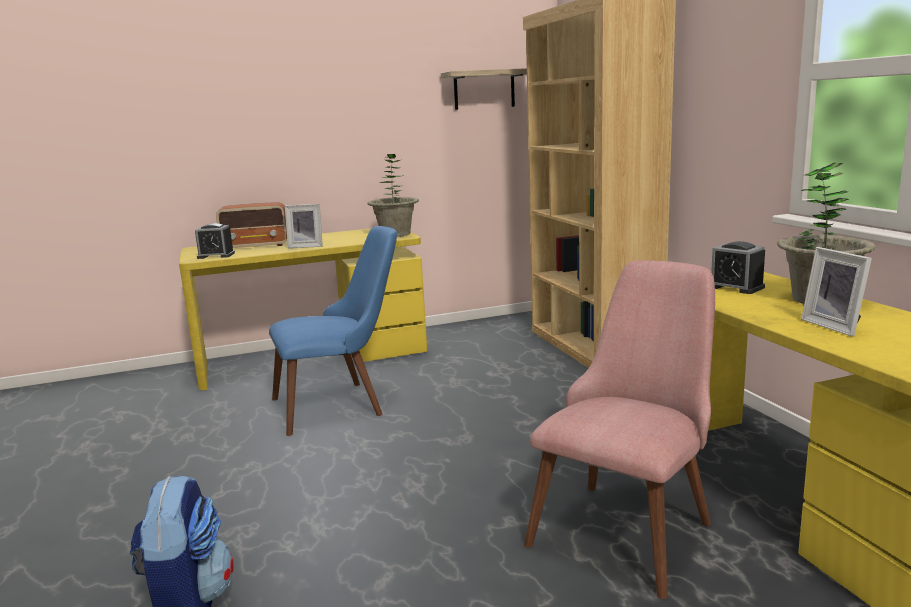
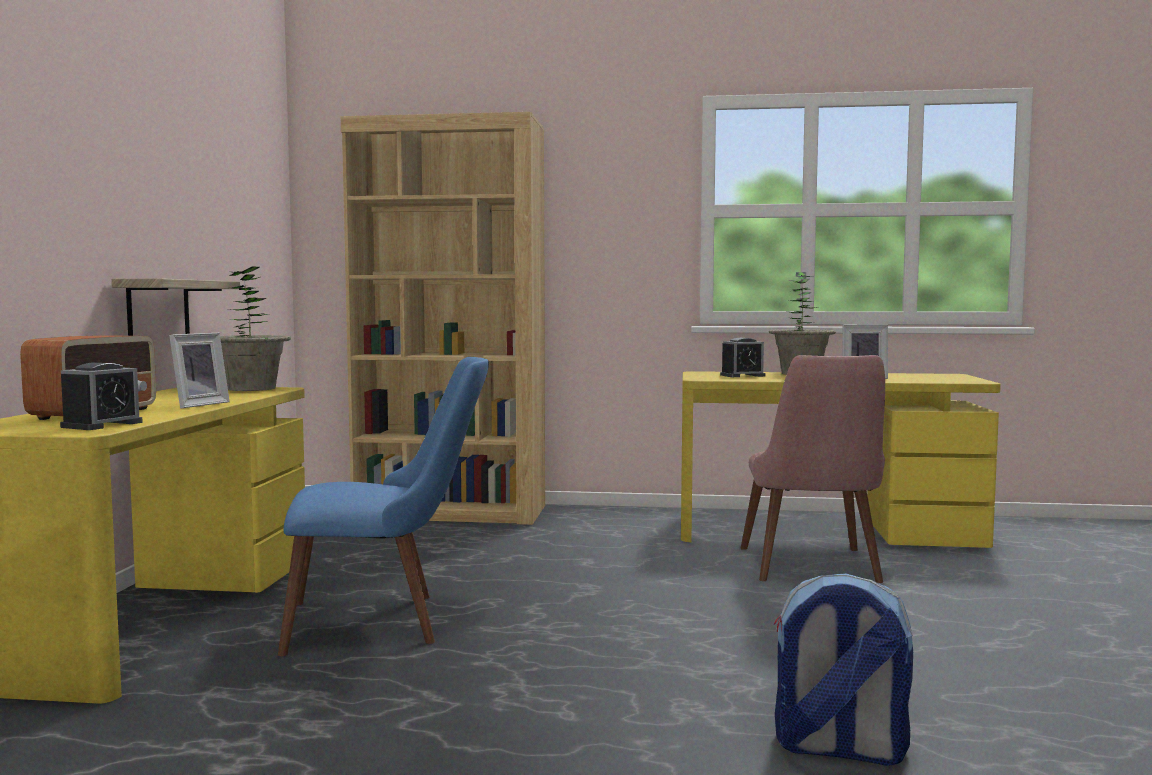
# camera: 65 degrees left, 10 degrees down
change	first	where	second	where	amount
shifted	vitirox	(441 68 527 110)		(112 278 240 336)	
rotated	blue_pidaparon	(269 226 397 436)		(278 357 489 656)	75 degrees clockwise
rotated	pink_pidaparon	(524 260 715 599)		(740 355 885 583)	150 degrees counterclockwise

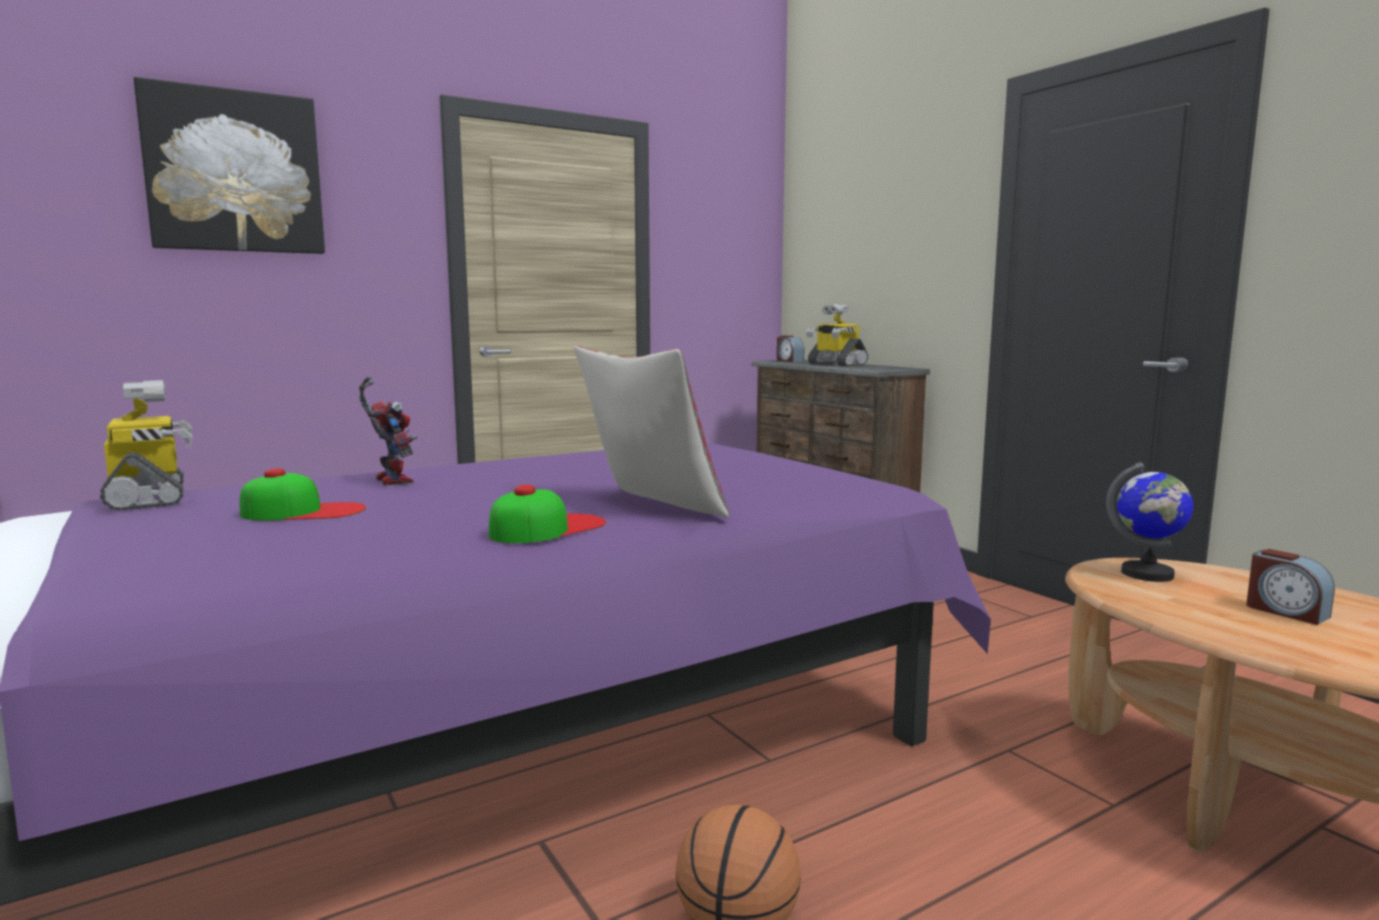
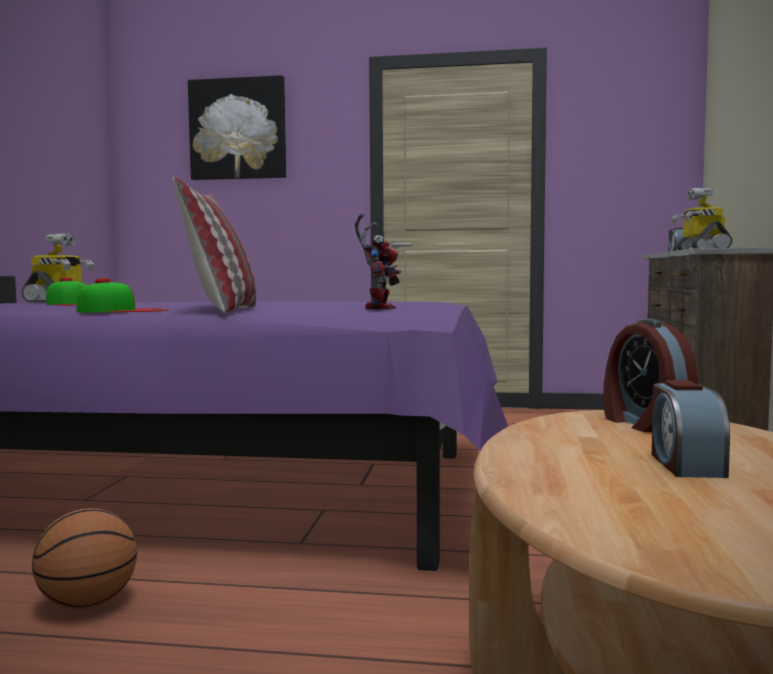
# camera: 40 degrees right, 5 degrees down
change	first	where	second	where	amount
shifted	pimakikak	(359 376 417 486)		(355 214 401 310)	
swapped	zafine	(1106 462 1193 582)	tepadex	(603 319 698 432)	

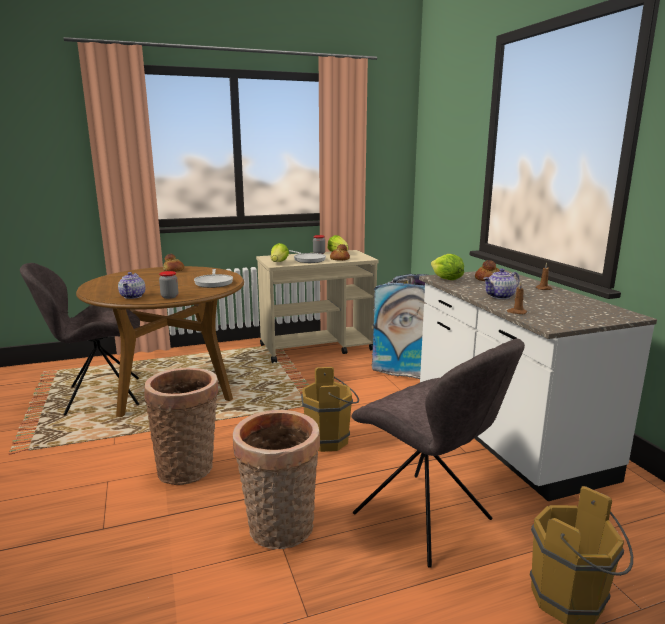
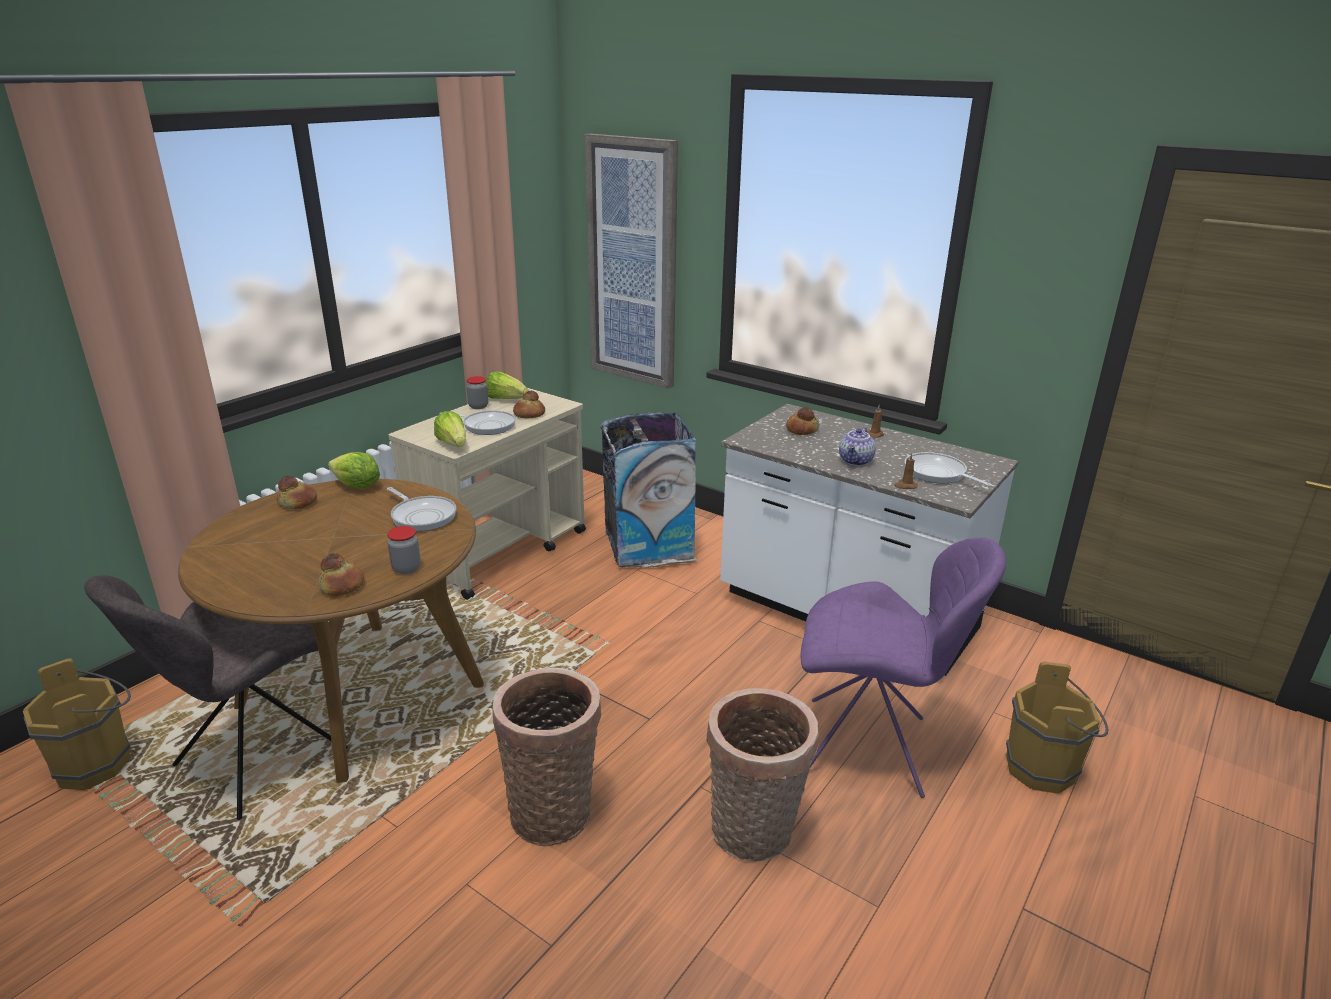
# camera: 35 degrees left, 10 degrees up
change	first	where	second	where	amount
new			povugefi	(585 134 678 389)	
new			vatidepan	(904 452 992 487)	
shifted	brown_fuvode	(301 367 359 452)		(23 658 131 790)	
shifted	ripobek	(431 254 464 280)		(328 452 380 489)	
swapped	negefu	(118 272 145 299)	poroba	(318 553 364 596)	
repainted	grey_pidaparon	(351 338 525 568)	purple_pidaparon	(800 538 1007 798)	

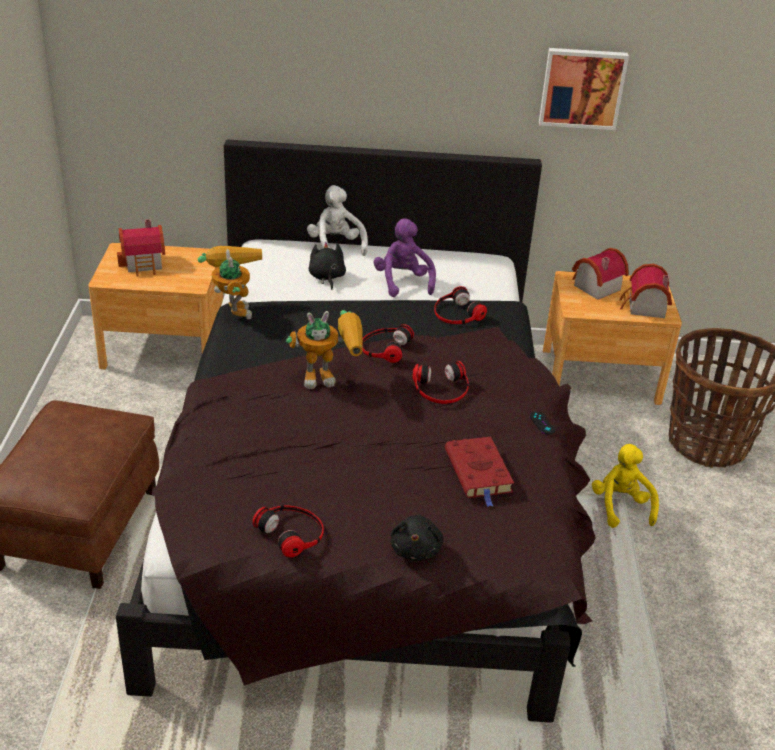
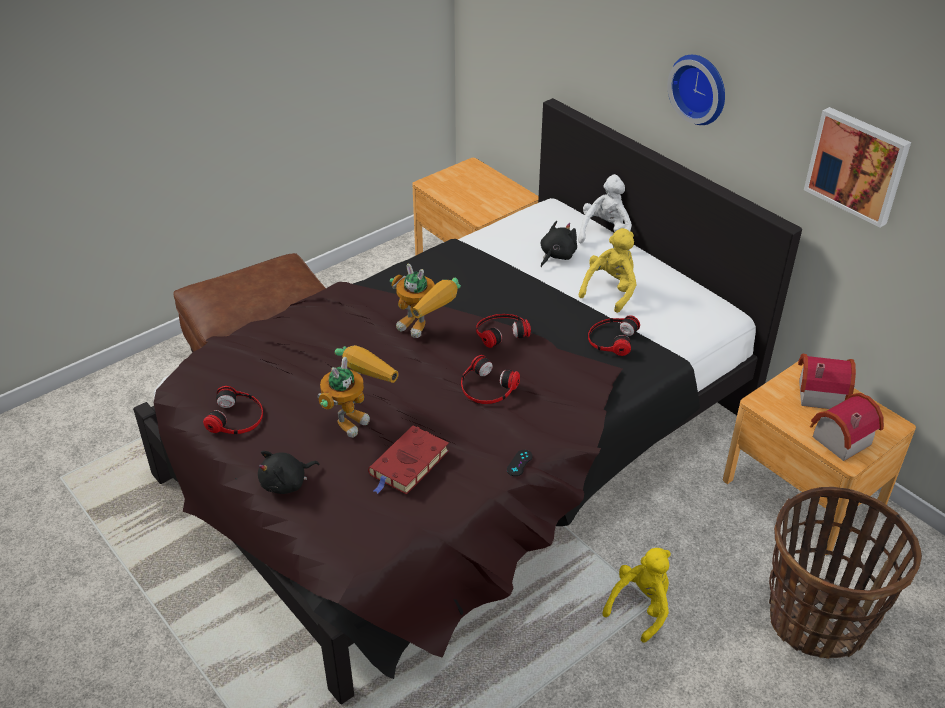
# camera: 50 degrees right, 5 degrees up
change	first	where	second	where	amount
gone	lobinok	(117 219 165 277)			
new			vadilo	(667 55 725 125)	
shifted	pimakikak	(198 246 262 319)		(317 345 399 438)	
repainted	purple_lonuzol	(374 218 436 297)	yellow_lonuzol	(579 228 637 313)	

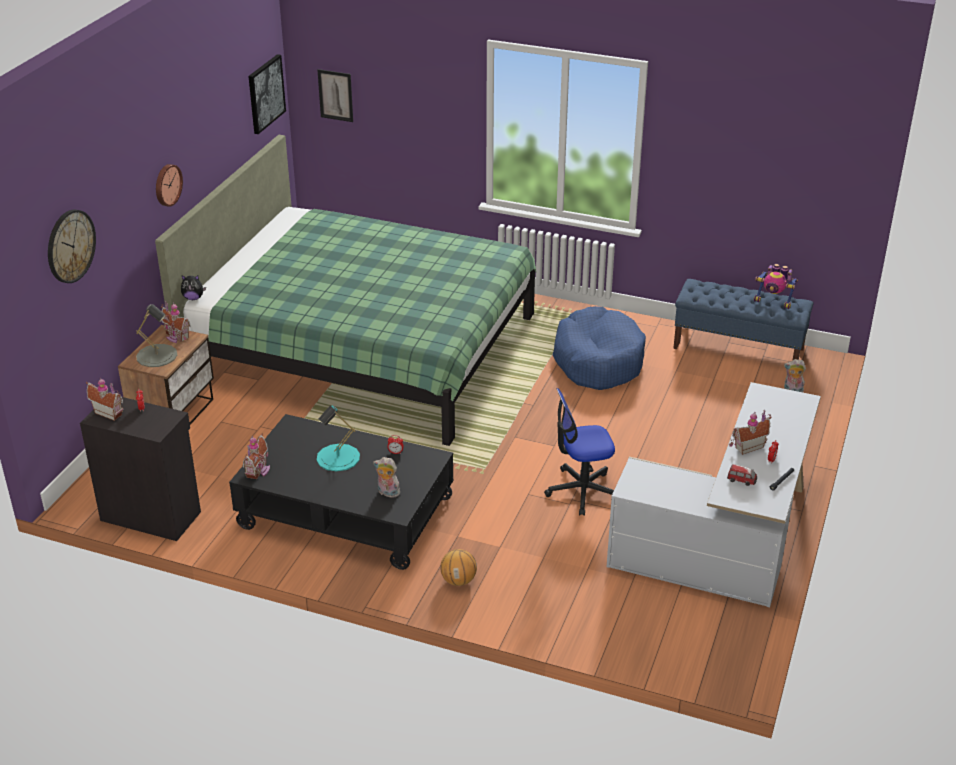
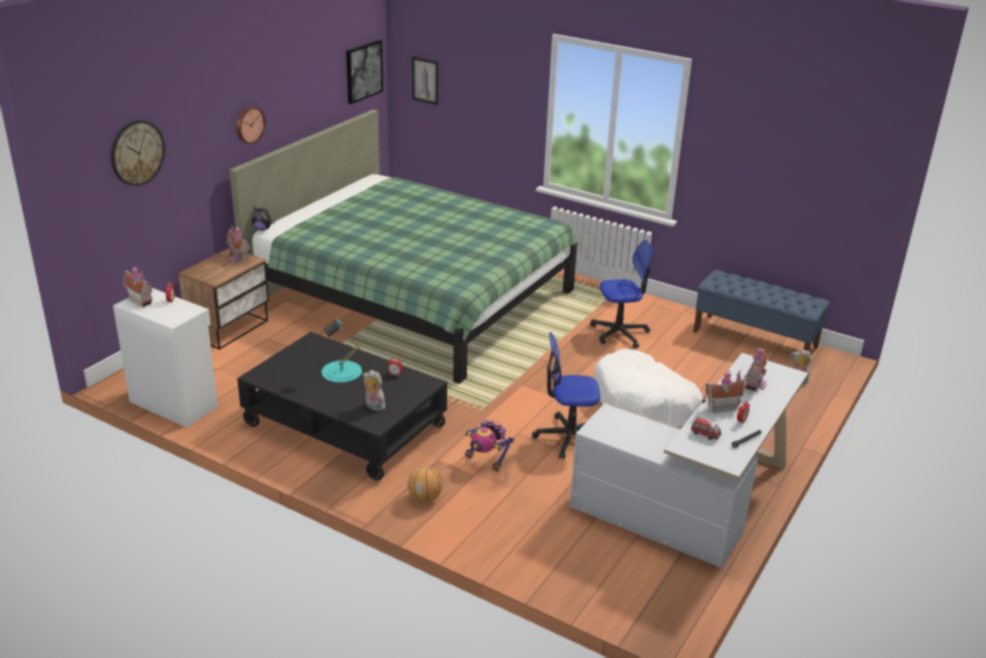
# camera: 10 degrees right, 5 degrees down
change	first	where	second	where	amount
gone	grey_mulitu	(136 304 177 367)			
new			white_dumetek	(594 349 703 427)	
shifted	lobinok	(243 434 270 479)		(745 347 767 391)	
shifted	pimakikak	(754 264 798 309)		(465 419 514 471)	
swapped	blue_dumetek	(552 306 646 390)	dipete	(590 240 655 348)	
repainted	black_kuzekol	(80 397 201 541)	white_kuzekol	(113 288 218 428)	

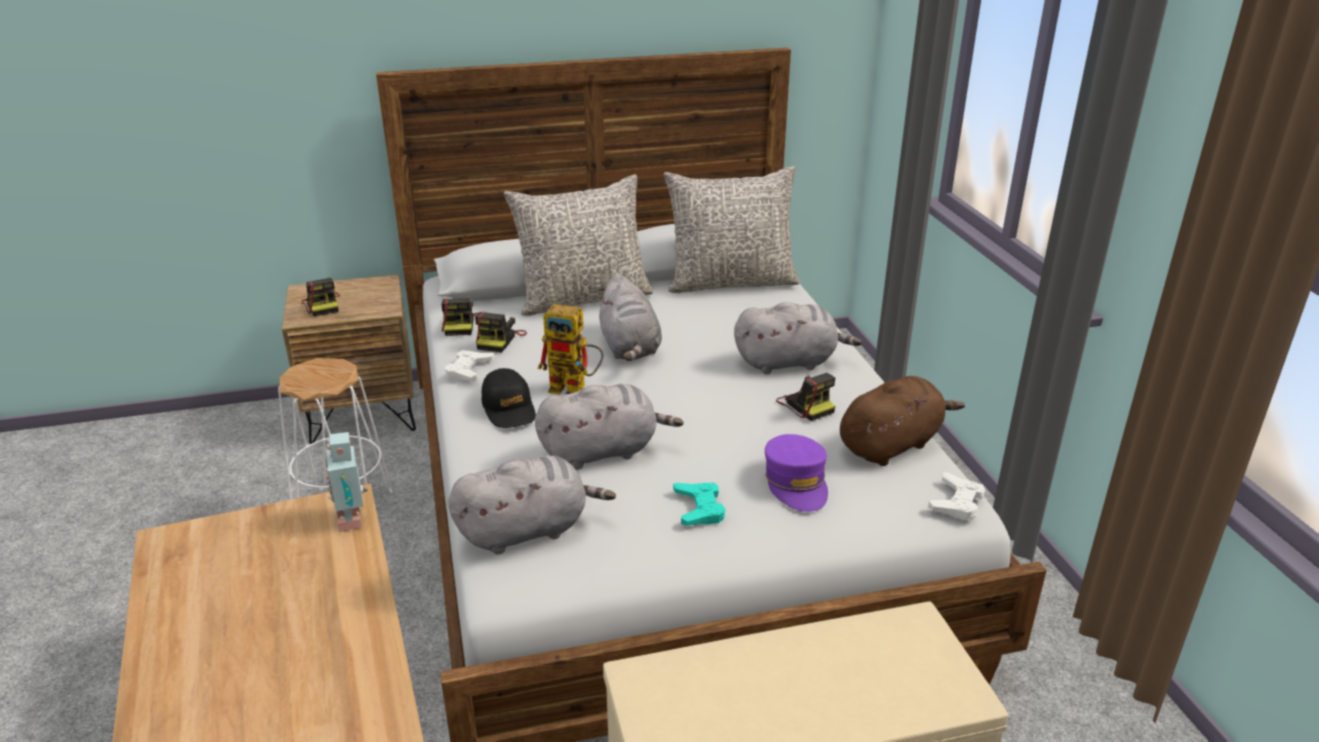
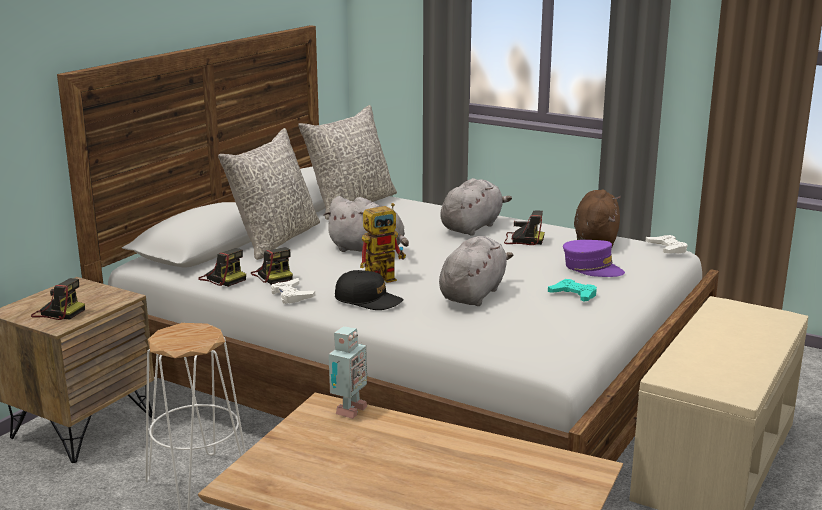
# camera: 45 degrees left, 10 degrees down
change	first	where	second	where	amount
gone	grey_lonuzol	(448 455 616 555)			
rotated	pimakikak	(325 432 368 532)		(329 326 367 419)	90 degrees counterclockwise

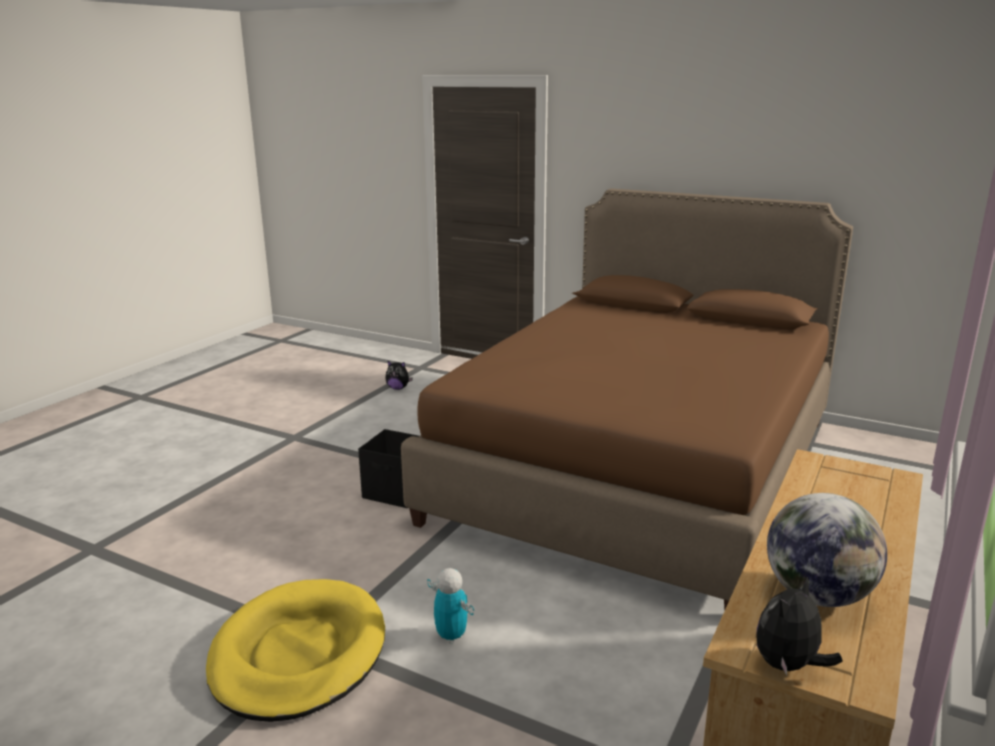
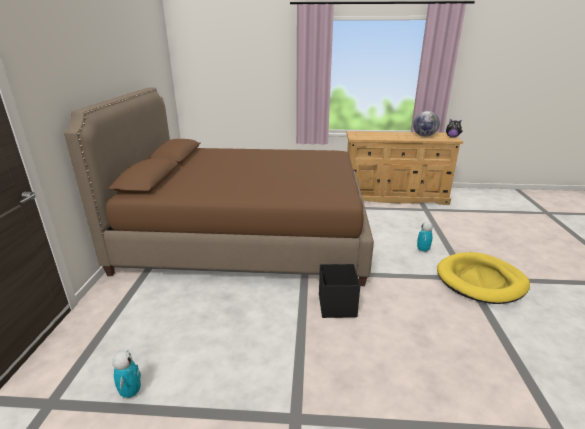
# camera: 115 degrees left, 5 degrees up
change	first	where	second	where	amount
swapped	lonuzol	(385 361 413 390)	pimakikak	(112 351 141 399)	

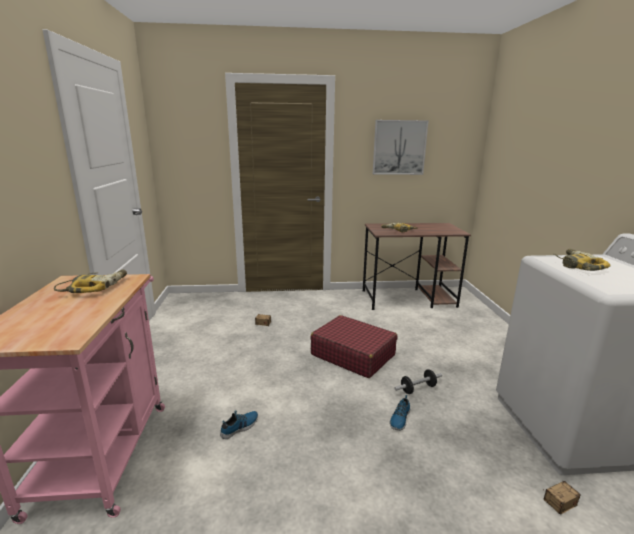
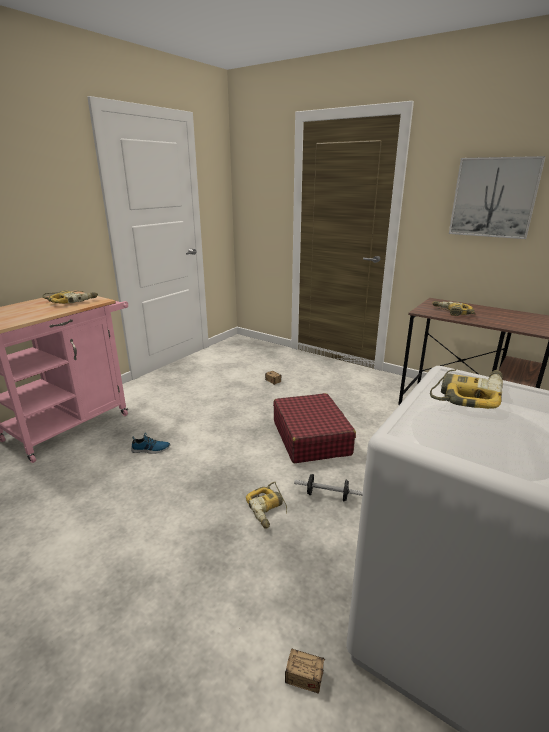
# camera: 40 degrees right, 5 degrees up
change	first	where	second	where	amount
swapped	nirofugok	(390 395 410 431)	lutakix	(246 482 287 529)	

